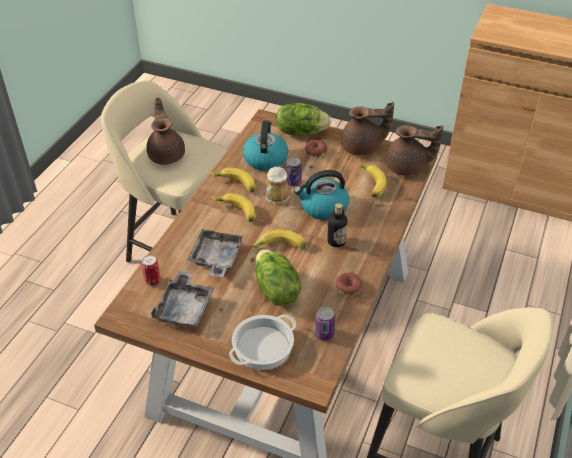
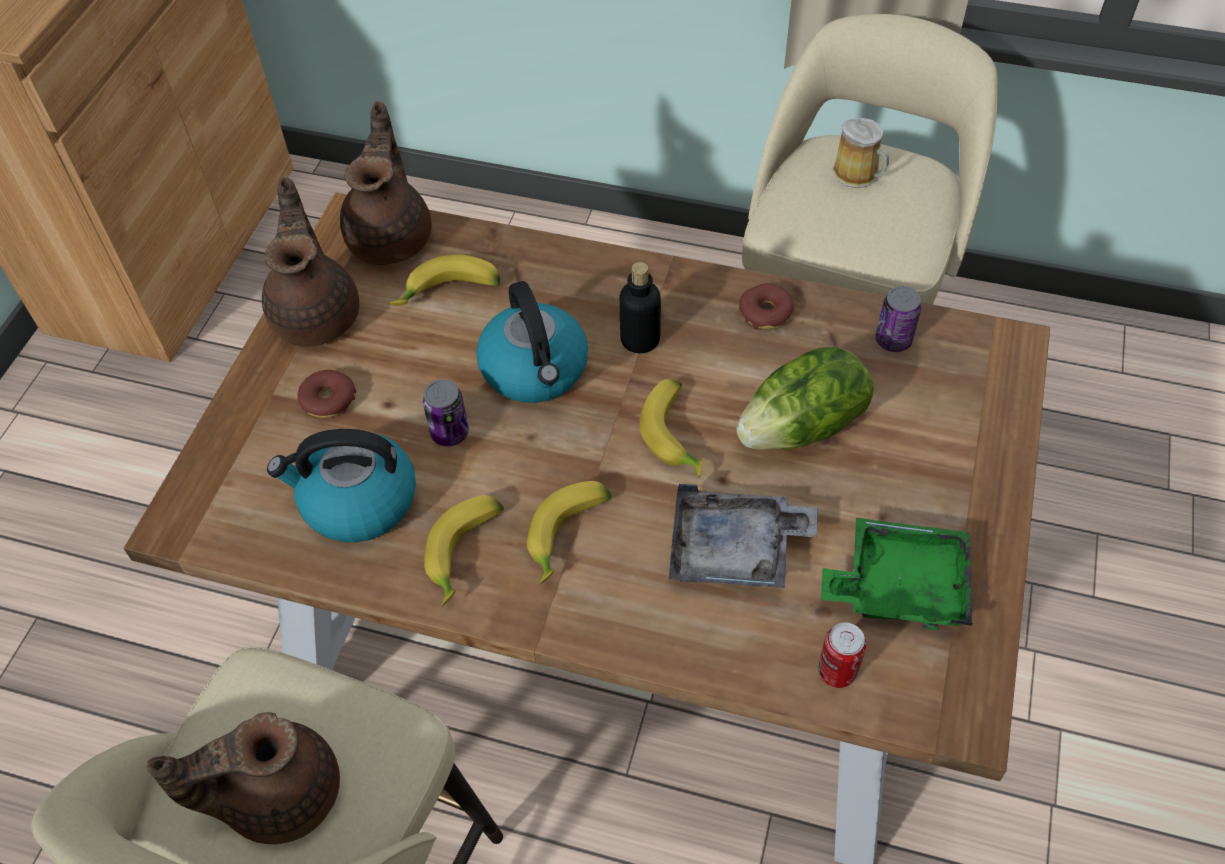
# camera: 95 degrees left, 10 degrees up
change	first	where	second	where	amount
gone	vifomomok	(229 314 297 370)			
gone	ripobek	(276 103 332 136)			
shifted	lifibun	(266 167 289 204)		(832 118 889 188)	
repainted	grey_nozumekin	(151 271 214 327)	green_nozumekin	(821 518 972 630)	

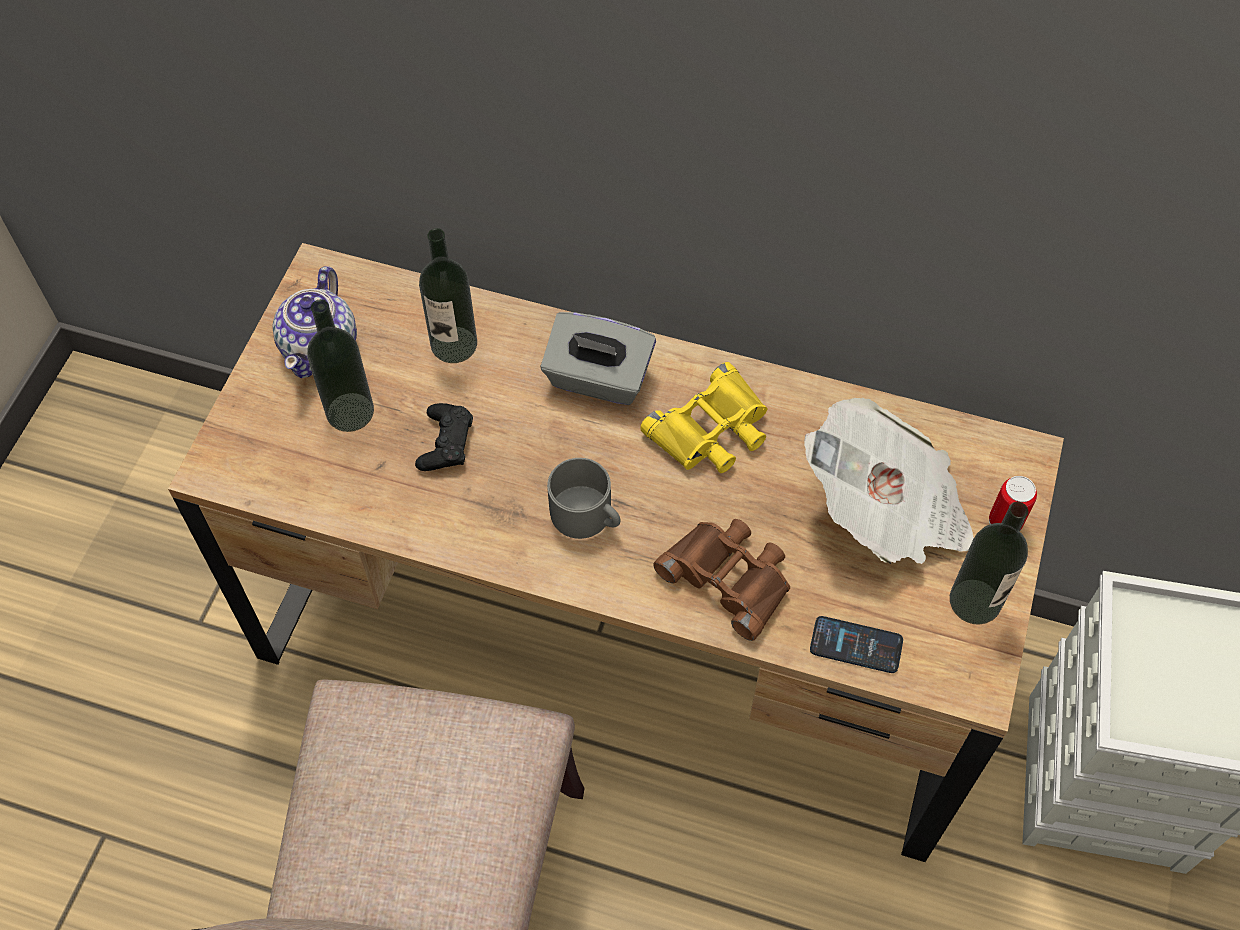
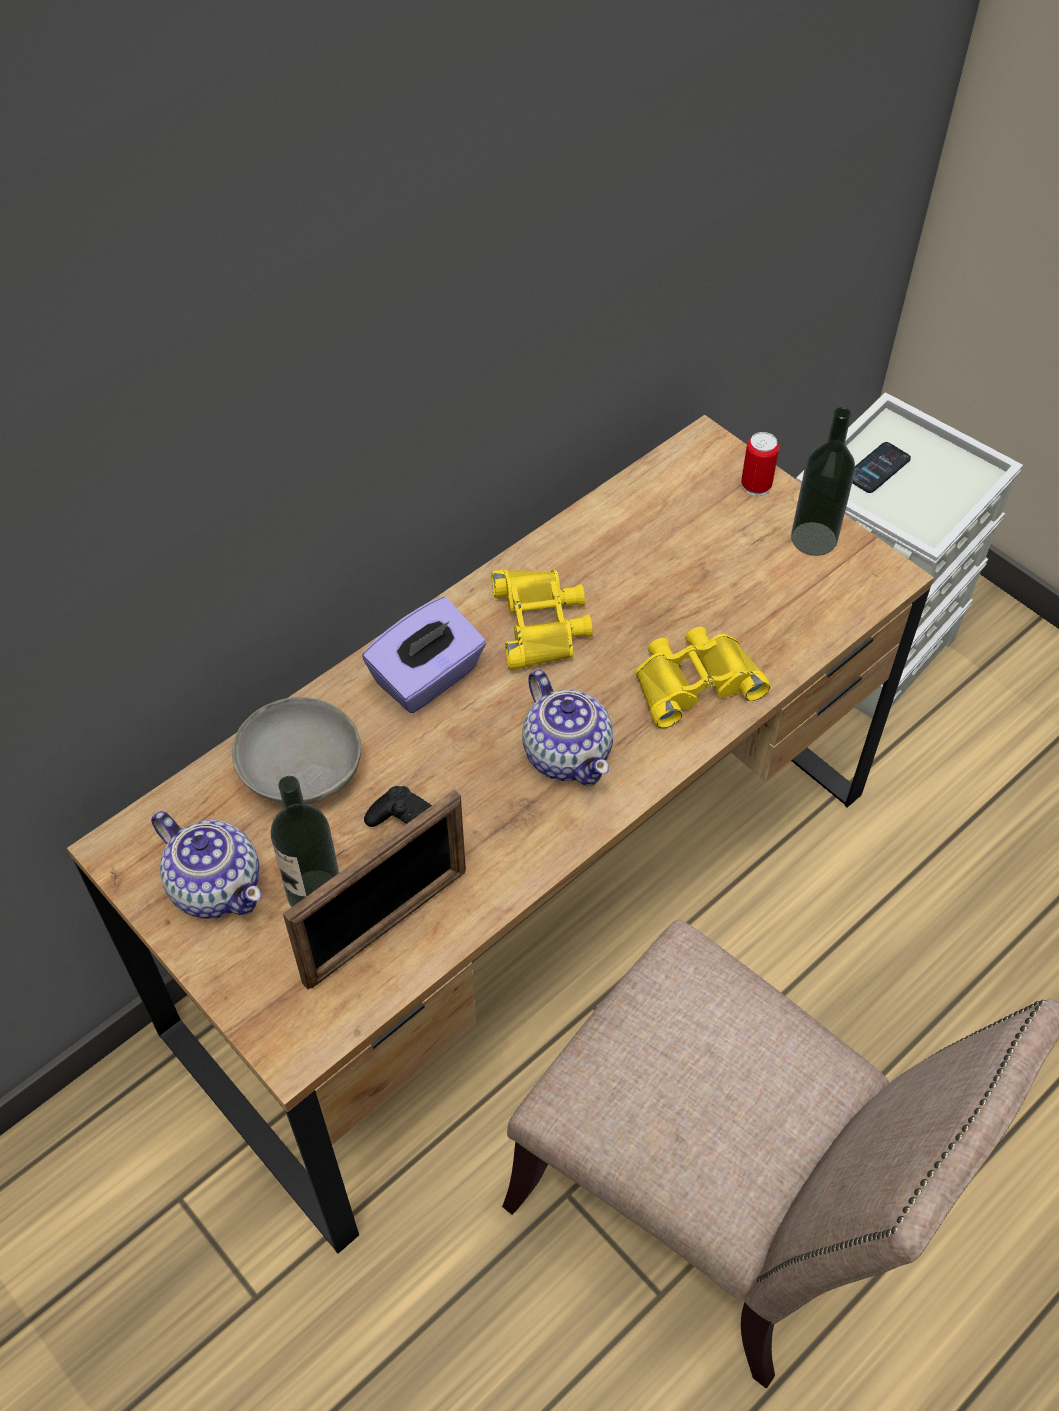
# camera: 60 degrees left, 5 degrees down
change	first	where	second	where	amount
gone	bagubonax	(804 398 974 564)			
new			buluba	(283 789 466 990)	
shifted	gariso	(810 616 903 673)		(852 442 911 493)	
swapped	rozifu	(419 228 477 363)	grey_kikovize	(232 697 361 804)	
swapped	grey_lifibun	(547 458 621 539)	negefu	(522 670 613 786)	
repainted	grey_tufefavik	(540 312 656 405)	purple_tufefavik	(362 597 486 713)	
repainted	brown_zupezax	(653 519 790 641)	yellow_zupezax	(635 627 771 728)	

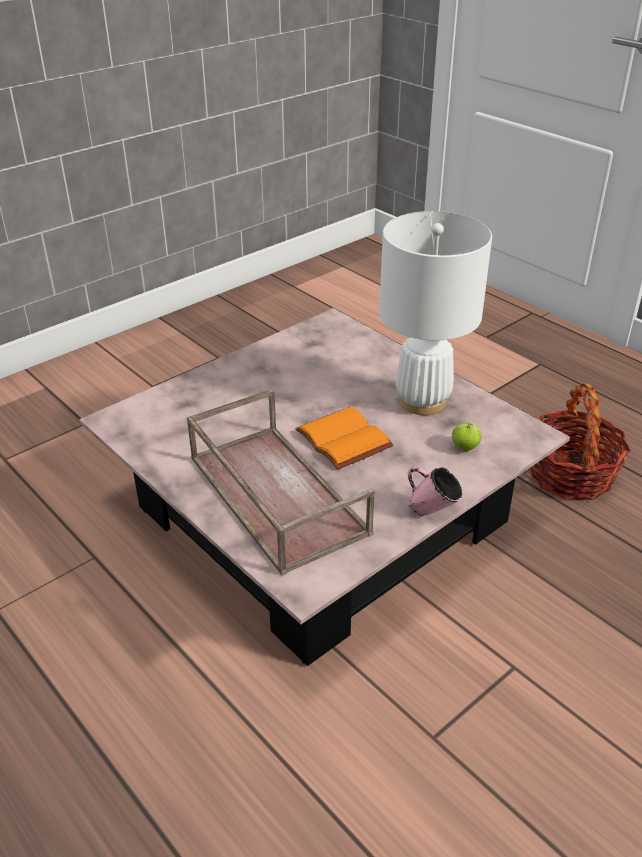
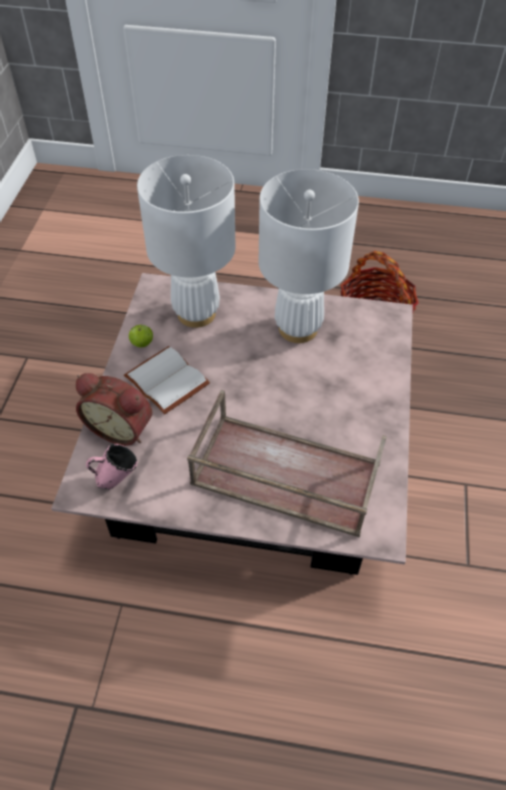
# camera: 40 degrees left, 15 degrees up
change	first	where	second	where	amount
gone	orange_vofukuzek	(295 407 394 469)			
new			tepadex	(76 373 152 446)	
new			white_vofukuzek	(124 346 210 414)	
new			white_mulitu	(137 155 236 328)	
shifted	pink_lifibun	(408 466 462 517)		(86 444 137 490)	
shifted	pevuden	(452 423 482 451)		(129 325 153 347)	

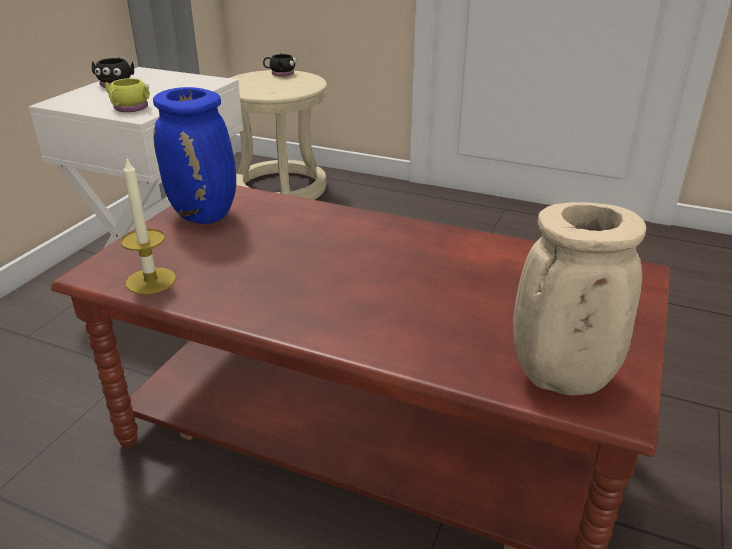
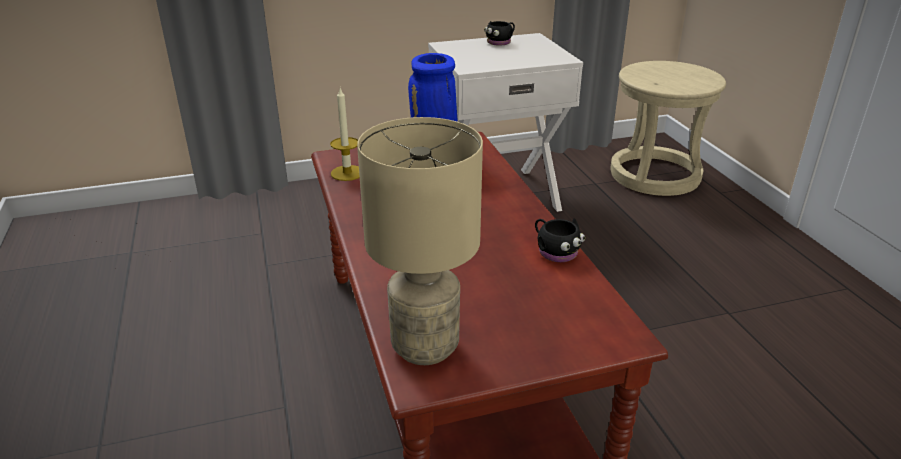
# camera: 50 degrees right, 0 degrees up
change	first	where	second	where	amount
gone	yellow_lifibun	(105 78 150 112)			
shifted	black_lifibun	(263 54 297 77)		(535 218 585 262)	
swapped	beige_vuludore	(513 202 646 395)	beige_mulitu	(357 117 483 365)	

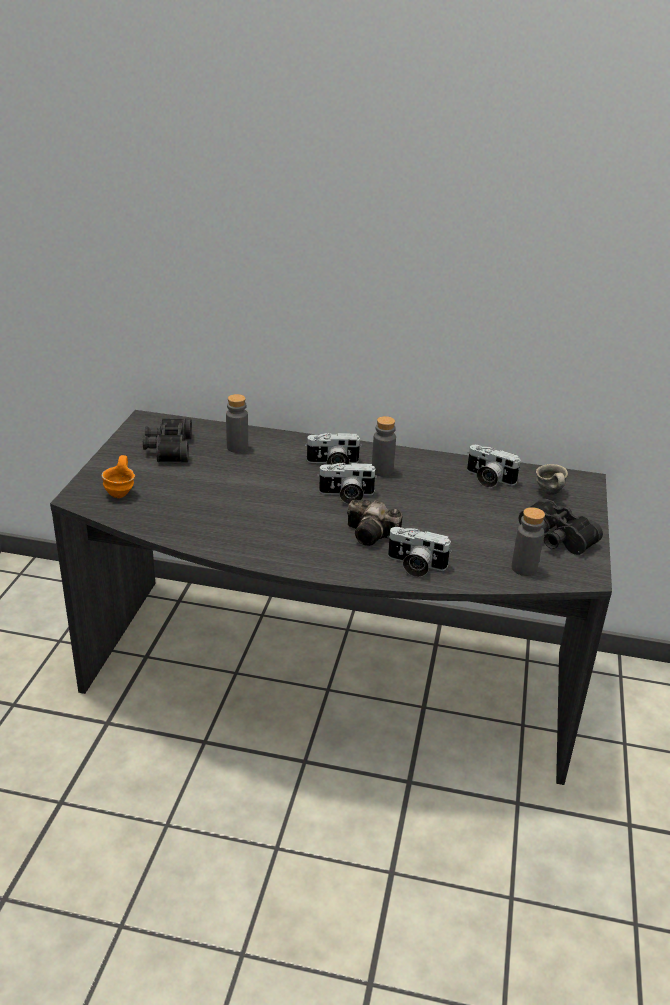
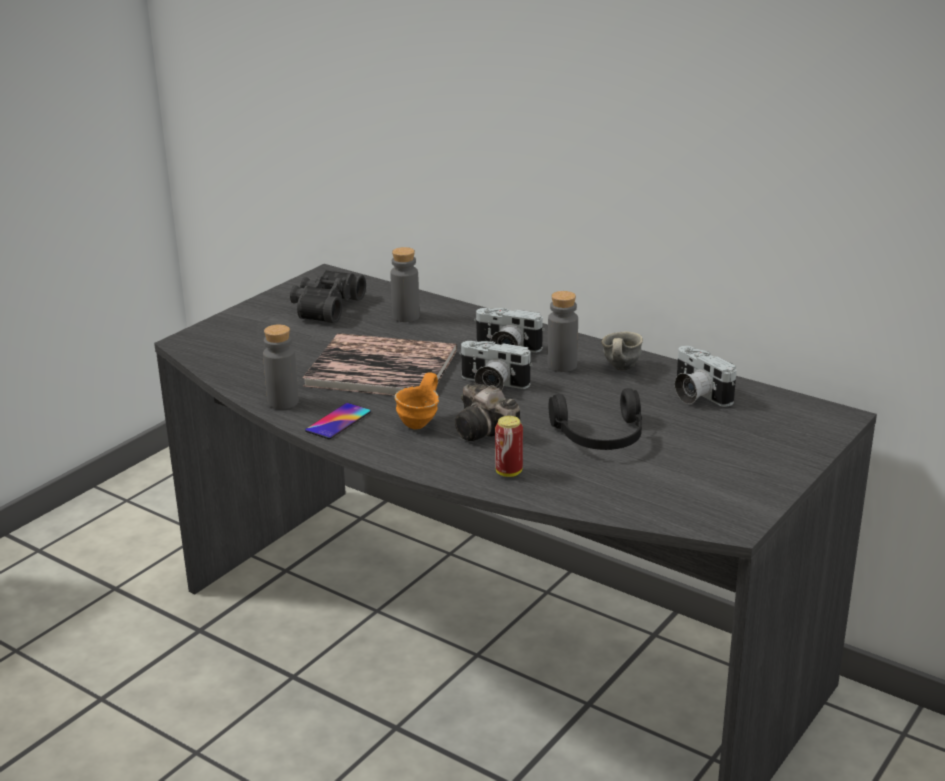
# camera: 25 degrees right, 5 degrees down
change	first	where	second	where	amount
gone	black_zupezax	(519 499 603 555)			
new			vofukuzek	(303 333 457 396)	
new			gariso	(305 403 371 439)	
new			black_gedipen	(549 388 642 450)	
shifted	orange_lifibun	(101 455 135 498)		(394 372 439 429)	
shifted	grey_rozifu	(511 507 545 576)		(263 325 299 409)	
shifted	grey_lifibun	(536 464 568 495)		(601 331 643 370)	
swapped	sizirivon	(387 527 452 577)	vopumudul	(495 416 523 477)	

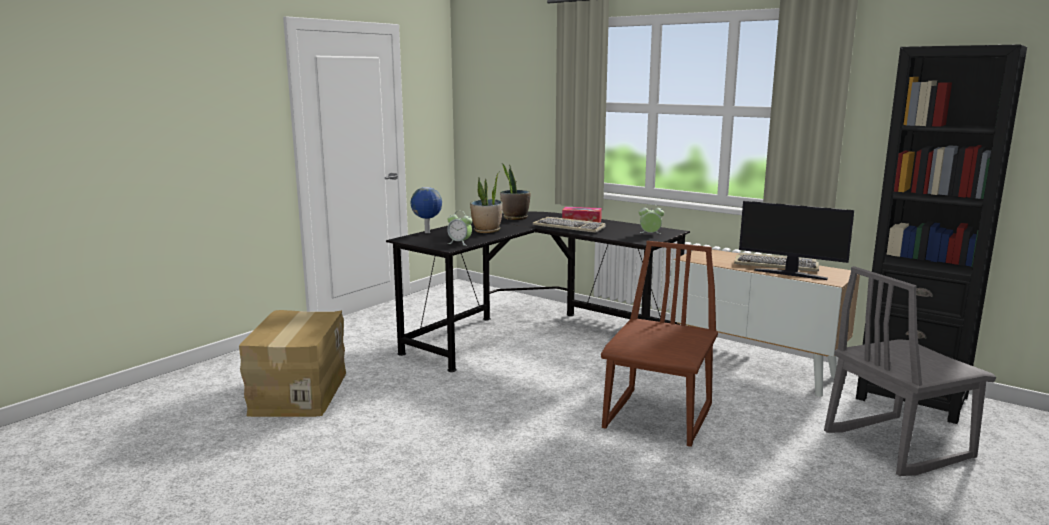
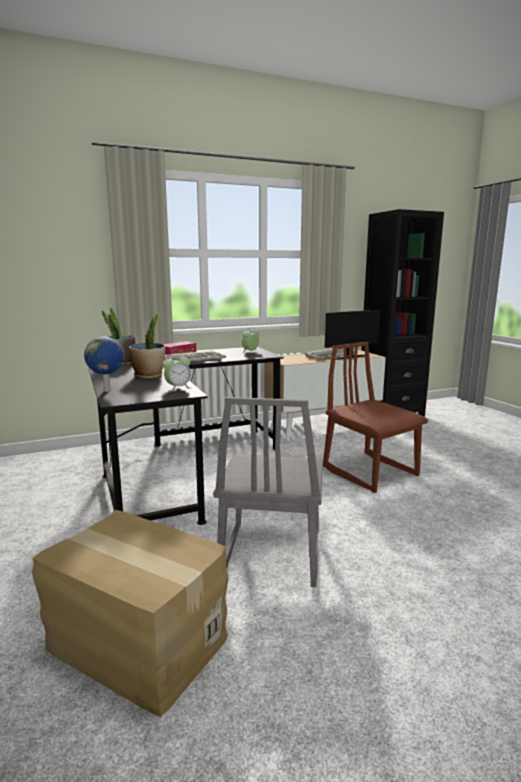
# camera: 60 degrees left, 0 degrees up
change	first	where	second	where	amount
shifted	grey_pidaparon	(824 266 996 476)		(213 397 323 587)	

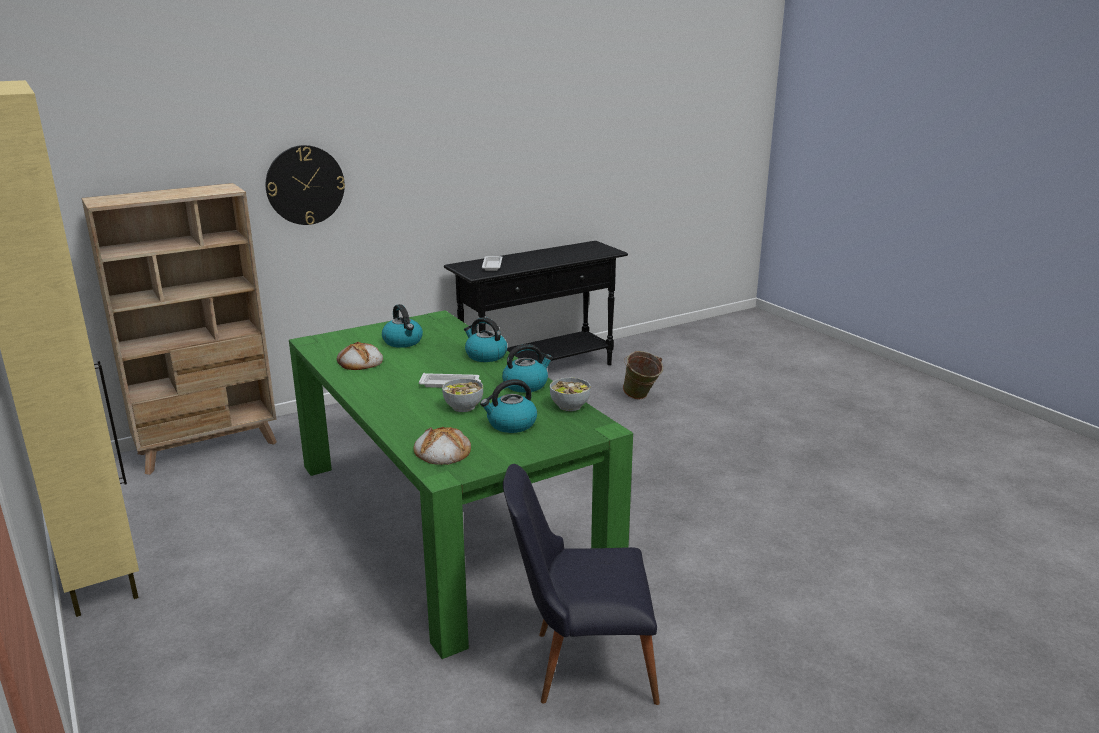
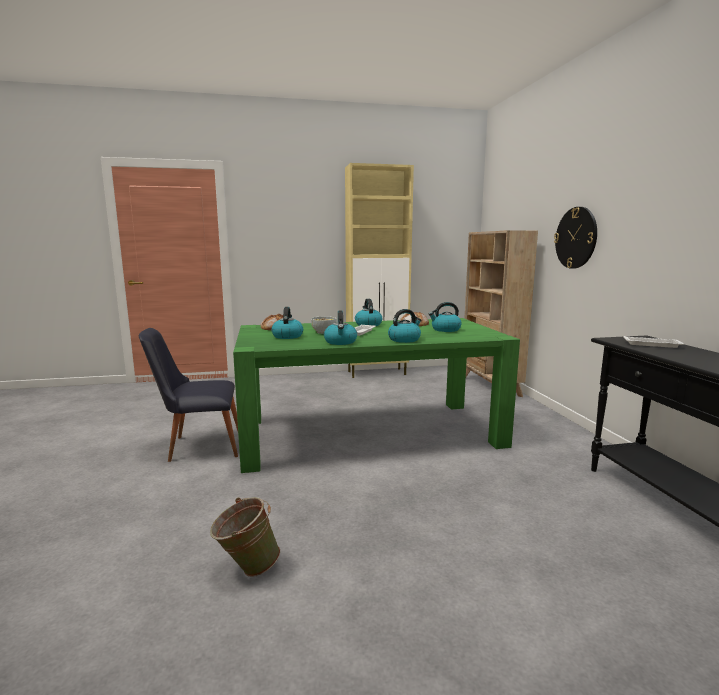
# camera: 110 degrees right, 10 degrees down
change	first	where	second	where	amount
gone	kikovize	(550 378 591 411)			
new			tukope	(355 299 382 326)	
shifted	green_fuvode	(623 351 663 399)		(210 497 280 577)	
rotated	black_pidaparon	(503 464 660 705)		(139 328 238 462)	120 degrees counterclockwise

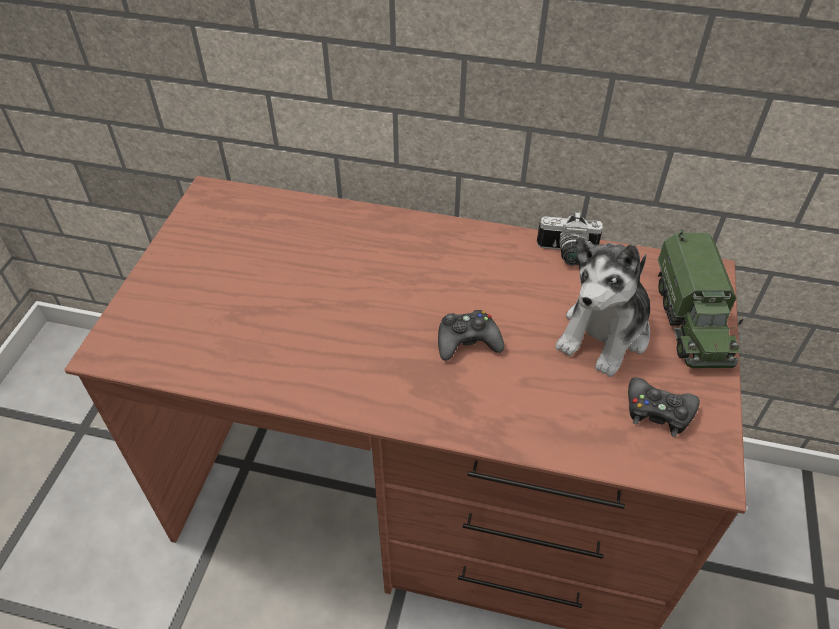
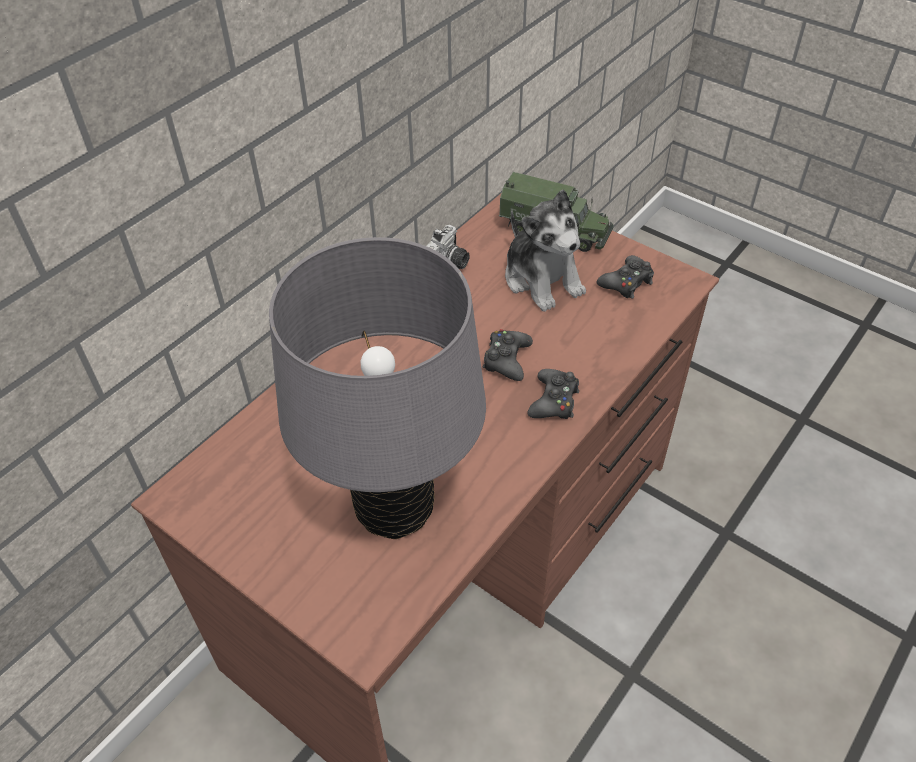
# camera: 65 degrees left, 0 degrees up
change	first	where	second	where	amount
new			grey_mulitu	(269 237 486 539)	
new			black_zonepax	(527 369 579 419)	

